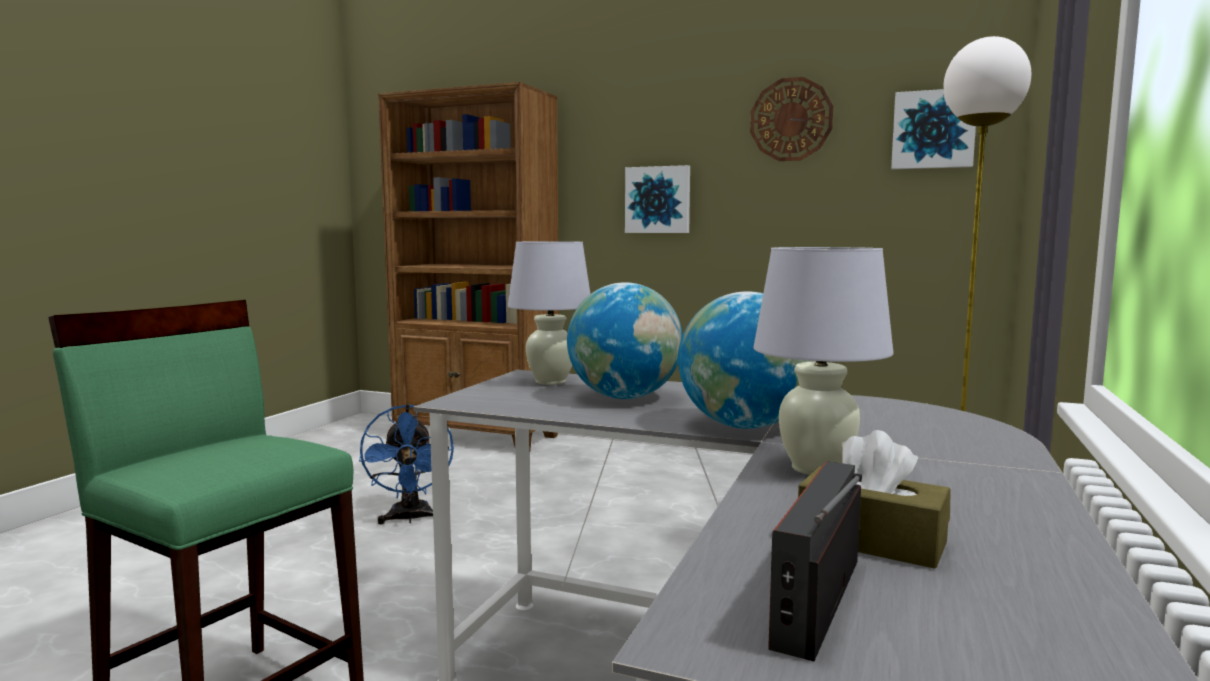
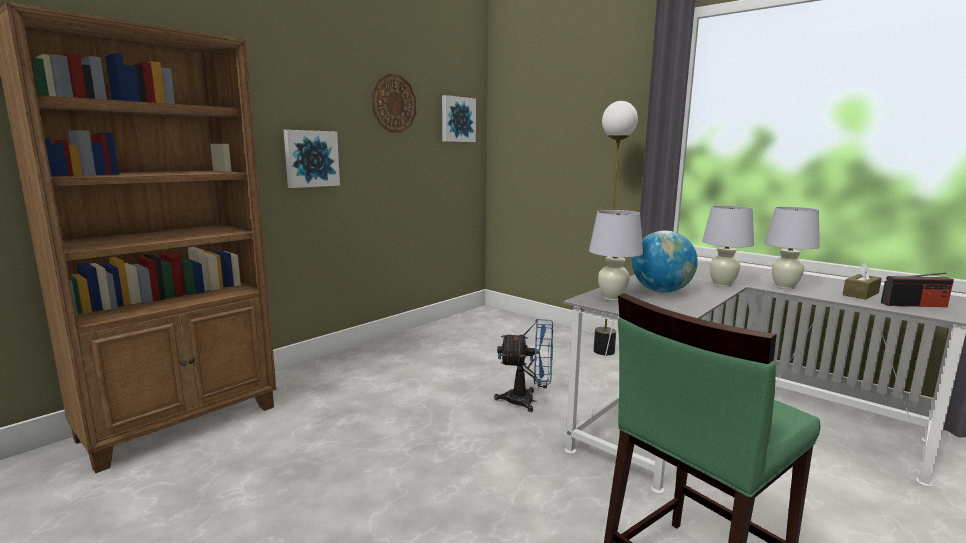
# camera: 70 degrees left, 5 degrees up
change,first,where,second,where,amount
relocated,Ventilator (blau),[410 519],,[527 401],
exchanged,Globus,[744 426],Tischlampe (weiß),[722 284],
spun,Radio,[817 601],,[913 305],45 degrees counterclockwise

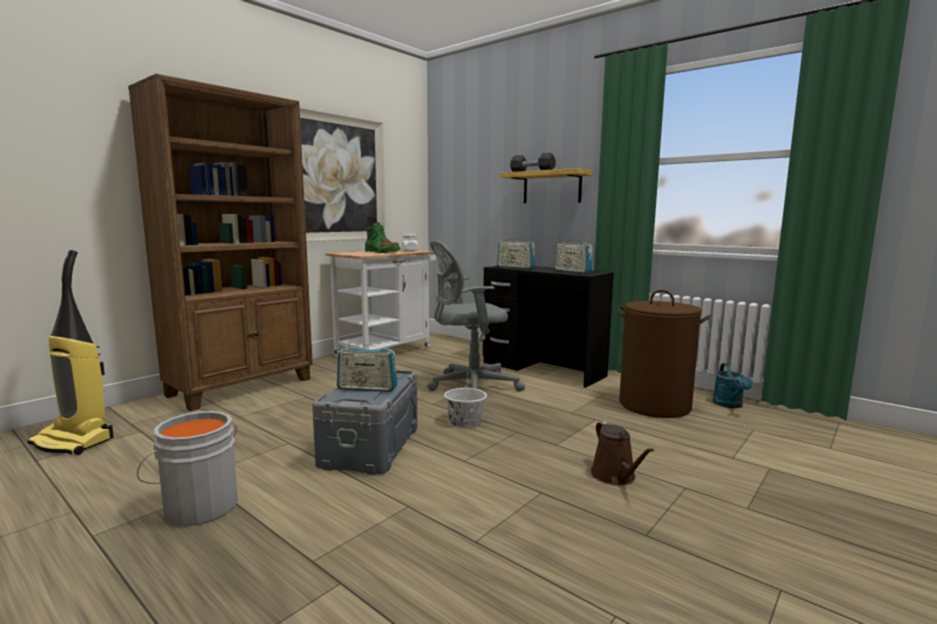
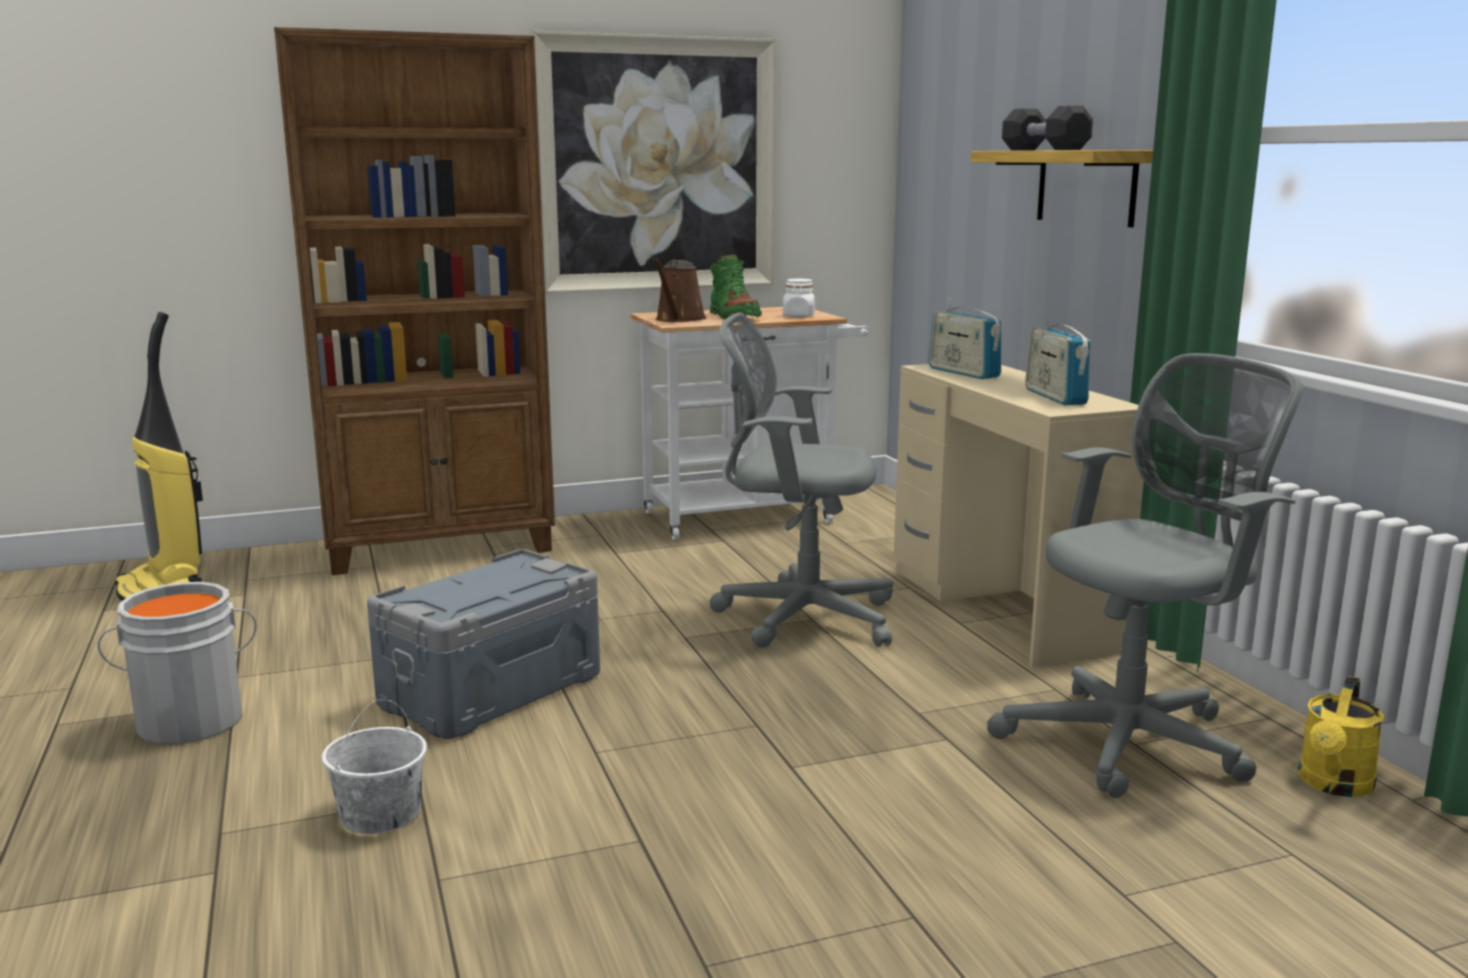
# camera: 30 degrees right, 5 degrees up
change,first,where,second,where,amount
missing,Radio,[367 388],,,
relocated,Eimer (weiß),[465 421],,[381 813],
relocated,Gießkanne (braun),[615 477],,[678 319],
exchanged,Wäschekorb (braun),[655 405],Bürostuhl (grau),[1133 740],
colour,Schreibtisch (schwarz),[543 369],Schreibtisch (beige),[1001 608],
colour,Gießkanne (türkis),[730 405],Gießkanne (gelb),[1333 785],

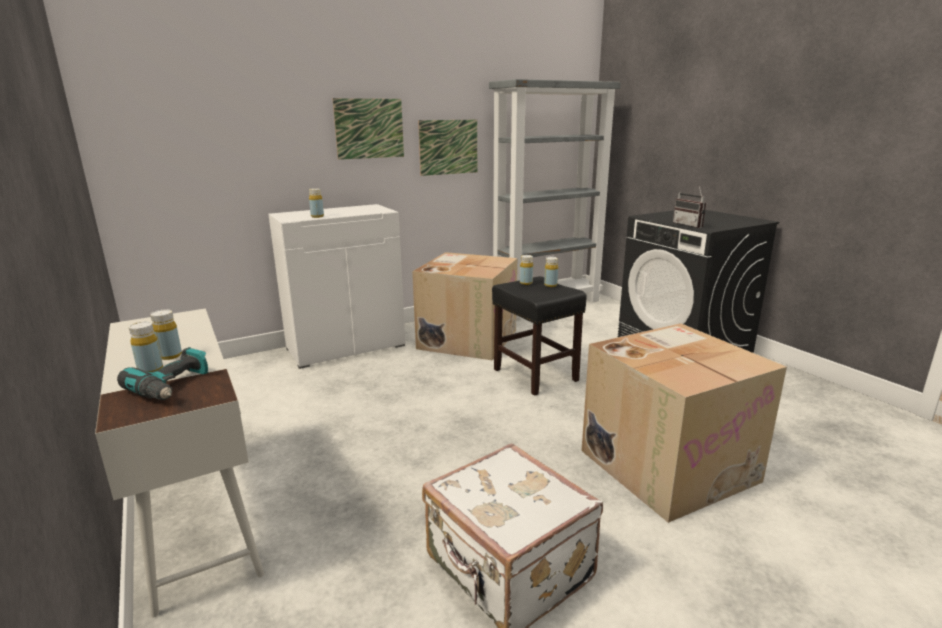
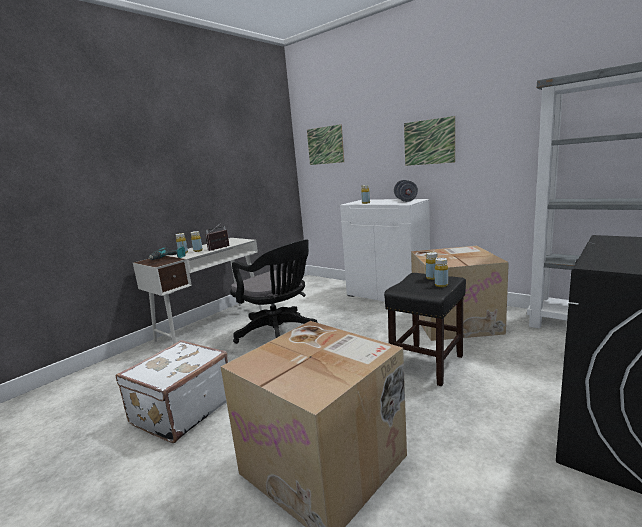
# camera: 70 degrees right, 5 degrees down
change,first,where,second,where,amount
appeared,,,Bürostuhl (schwarz),[279 334],
appeared,,,Hantel (grau),[405 200],
relocated,Bild,[448 147],,[325 145],
relocated,Radio,[690 225],,[220 249],

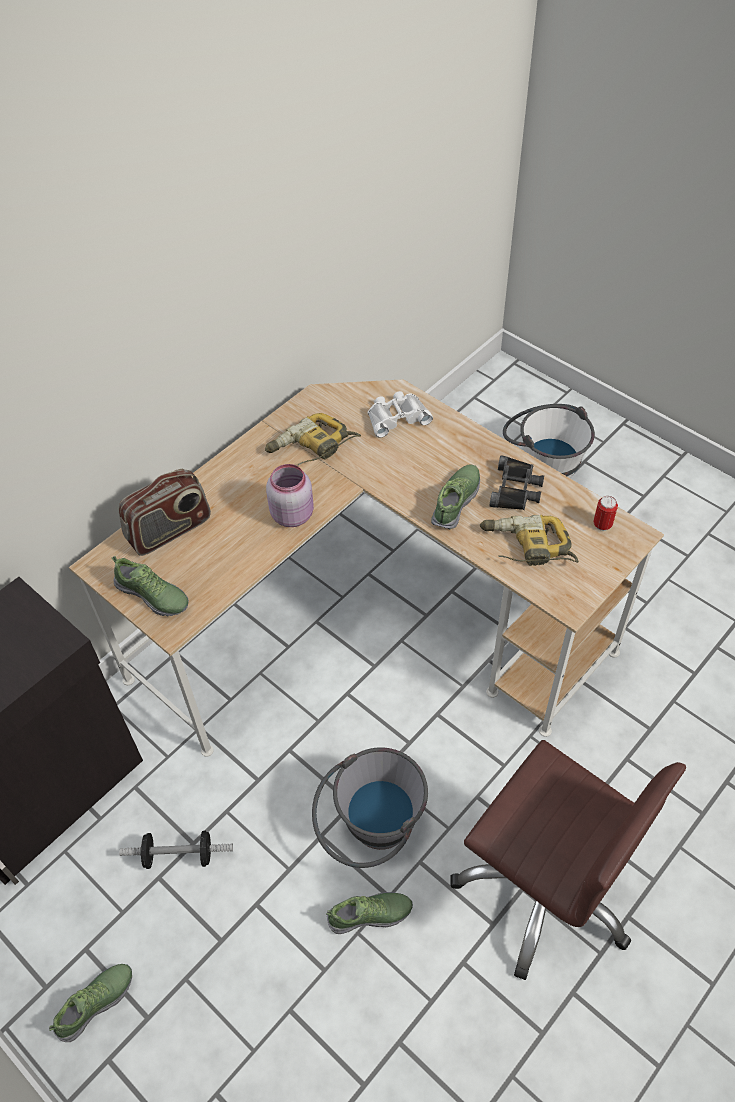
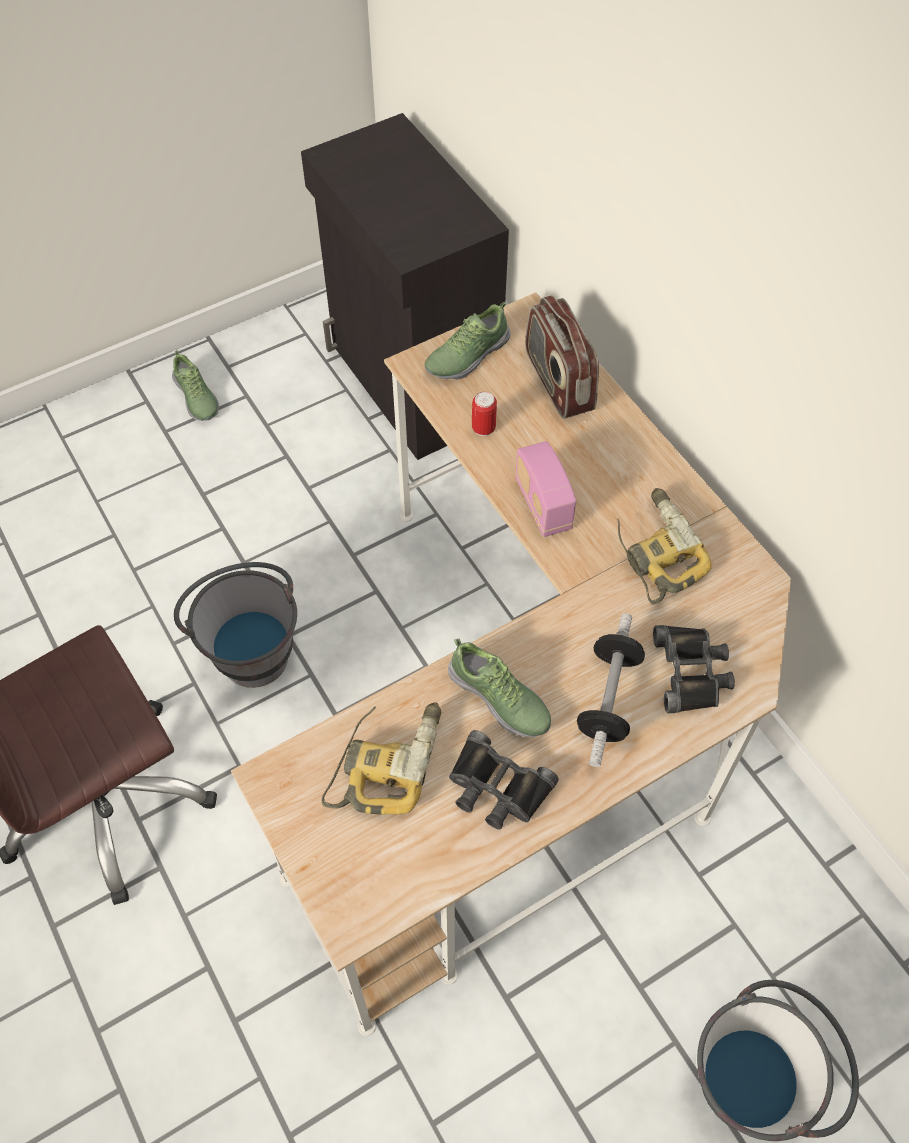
# camera: 105 degrees right, 5 degrees up
change,first,where,second,where,amount
missing,Schuh,[370 915],,,
relocated,Hantel,[179 855],,[608 699],
relocated,Dose,[602 525],,[483 428],
exchanged,Vorratsglas (rosa),[292 514],Radio,[542 505],
colour,Fernglas (weiß),[397 417],Fernglas (schwarz),[691 672],

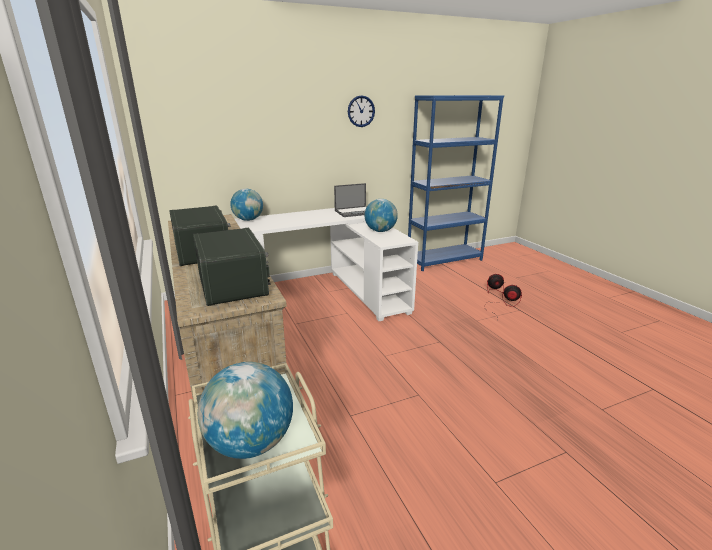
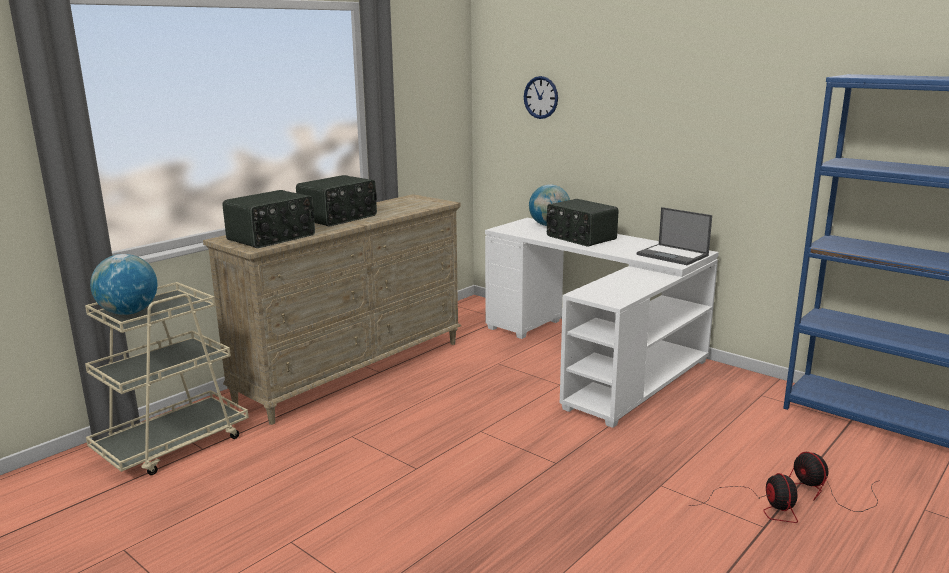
# camera: 65 degrees right, 5 degrees down
change,first,where,second,where,amount
missing,Globus,[380 231],,,
appeared,,,Radio,[580 238],
relocated,Wanduhr,[361 111],,[541 97],

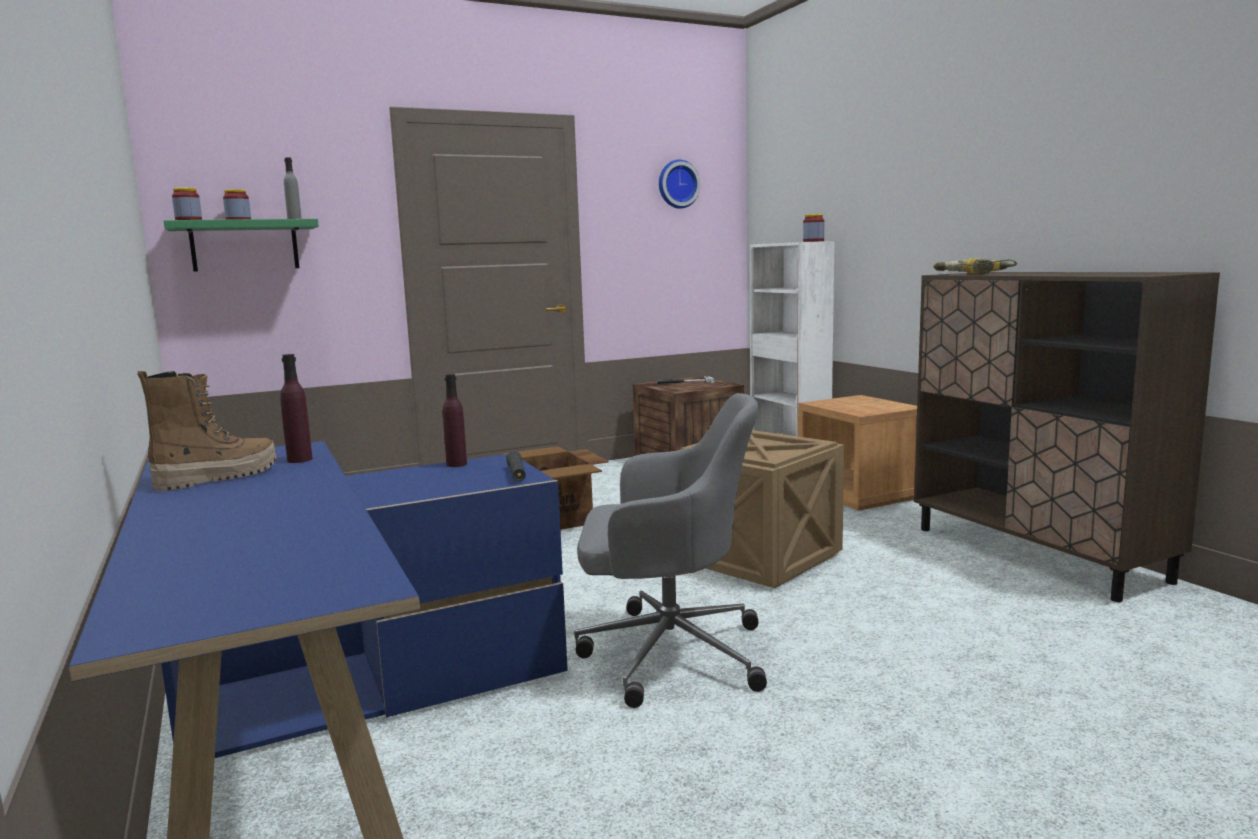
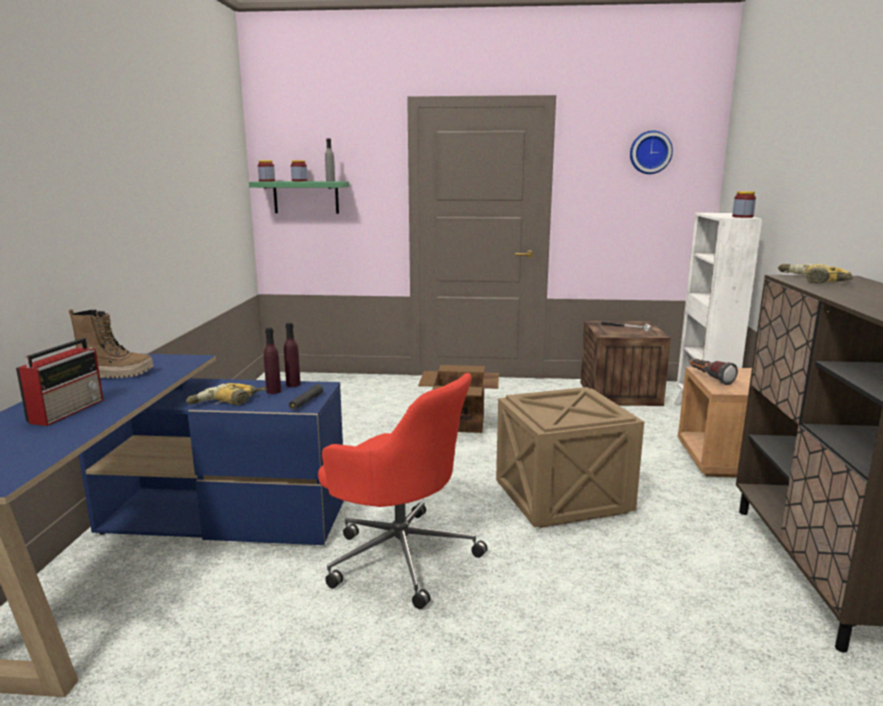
# camera: 30 degrees right, 5 degrees up
change,first,where,second,where,amount
appeared,,,Radio,[68 410],
appeared,,,Bohrmaschine,[227 402],
appeared,,,Taschenlampe,[709 379],
relocated,Flasche (lila),[299 460],,[273 391],
colour,Bürostuhl (grau),[667 653],Bürostuhl (rot),[400 555],

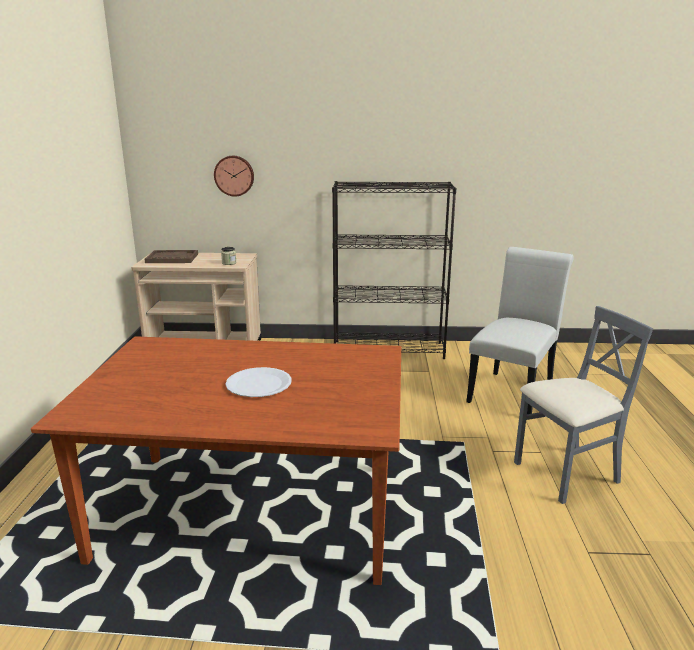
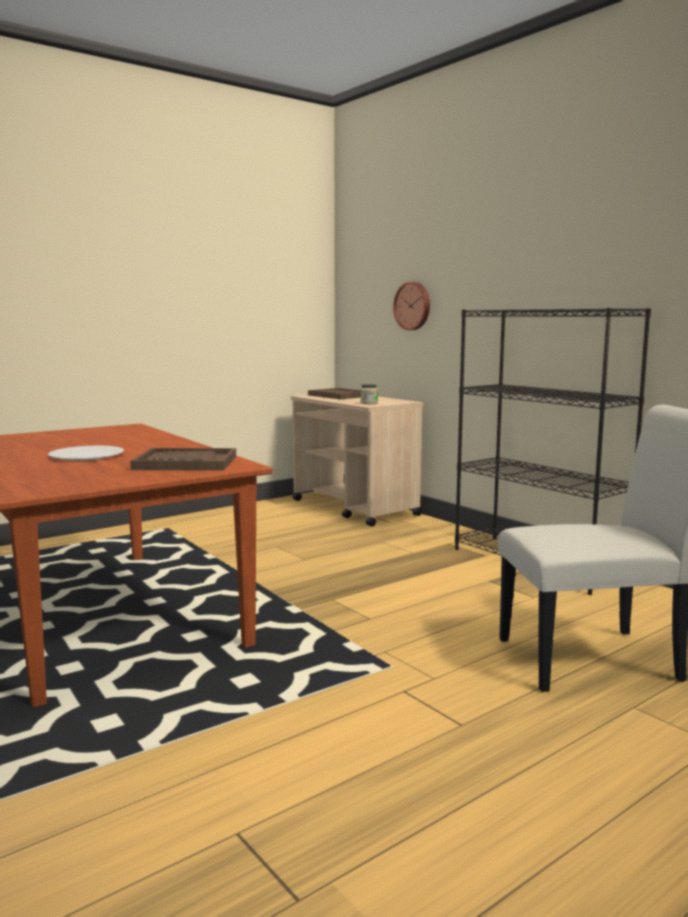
# camera: 50 degrees right, 10 degrees down
change,first,where,second,where,amount
missing,Stuhl (grau),[566 474],,,
appeared,,,Tablett (braun),[185 463],

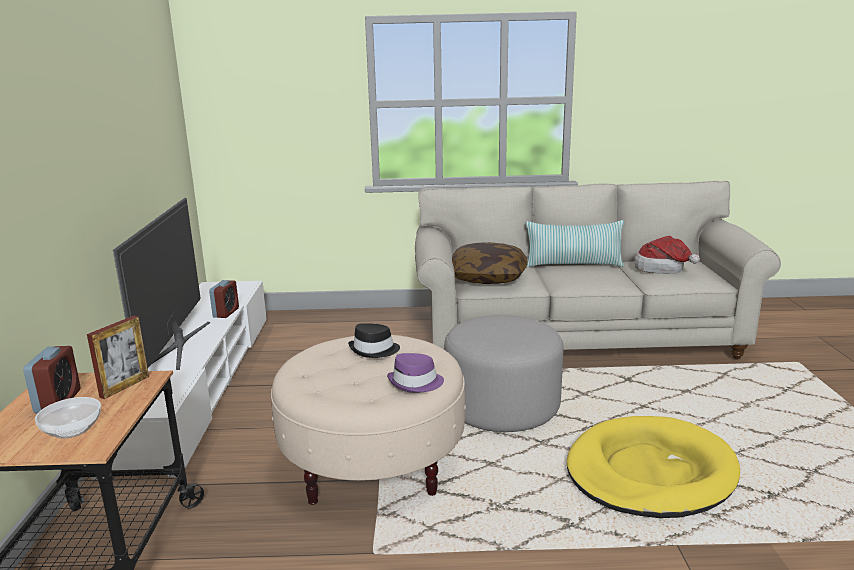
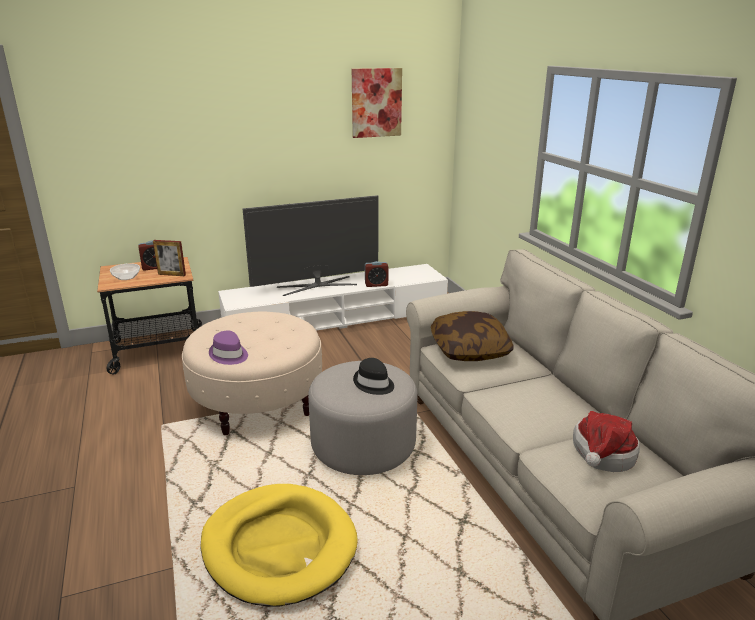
# camera: 70 degrees right, 5 degrees up
change,first,where,second,where,amount
missing,Kissen,[573 265],,,
appeared,,,Bild,[376 103],
relocated,Hut (schwarz),[374 350],,[373 384],

